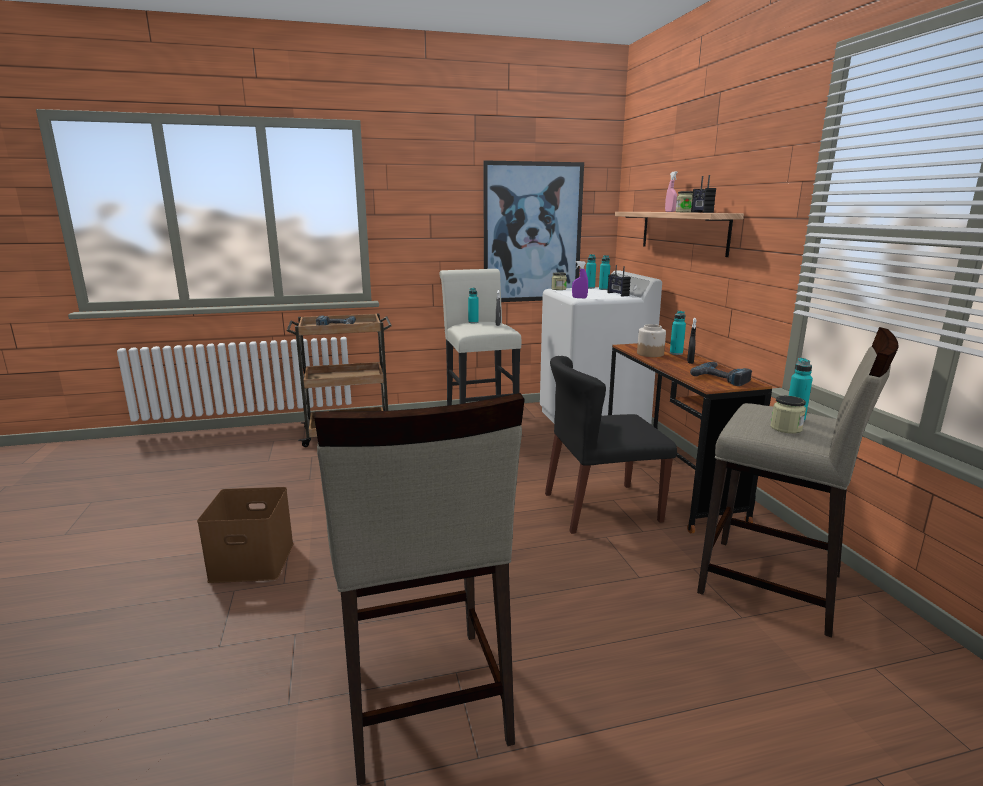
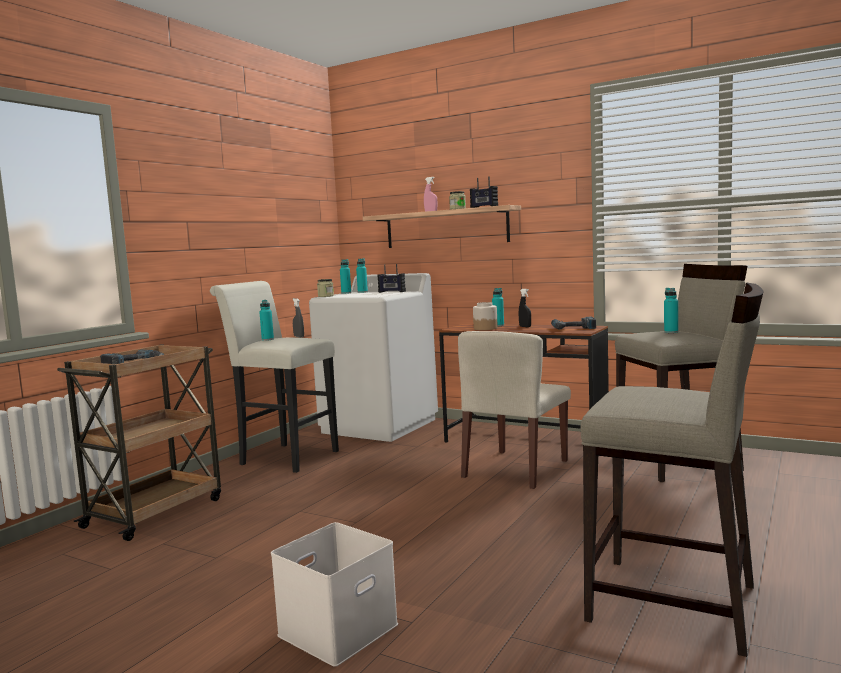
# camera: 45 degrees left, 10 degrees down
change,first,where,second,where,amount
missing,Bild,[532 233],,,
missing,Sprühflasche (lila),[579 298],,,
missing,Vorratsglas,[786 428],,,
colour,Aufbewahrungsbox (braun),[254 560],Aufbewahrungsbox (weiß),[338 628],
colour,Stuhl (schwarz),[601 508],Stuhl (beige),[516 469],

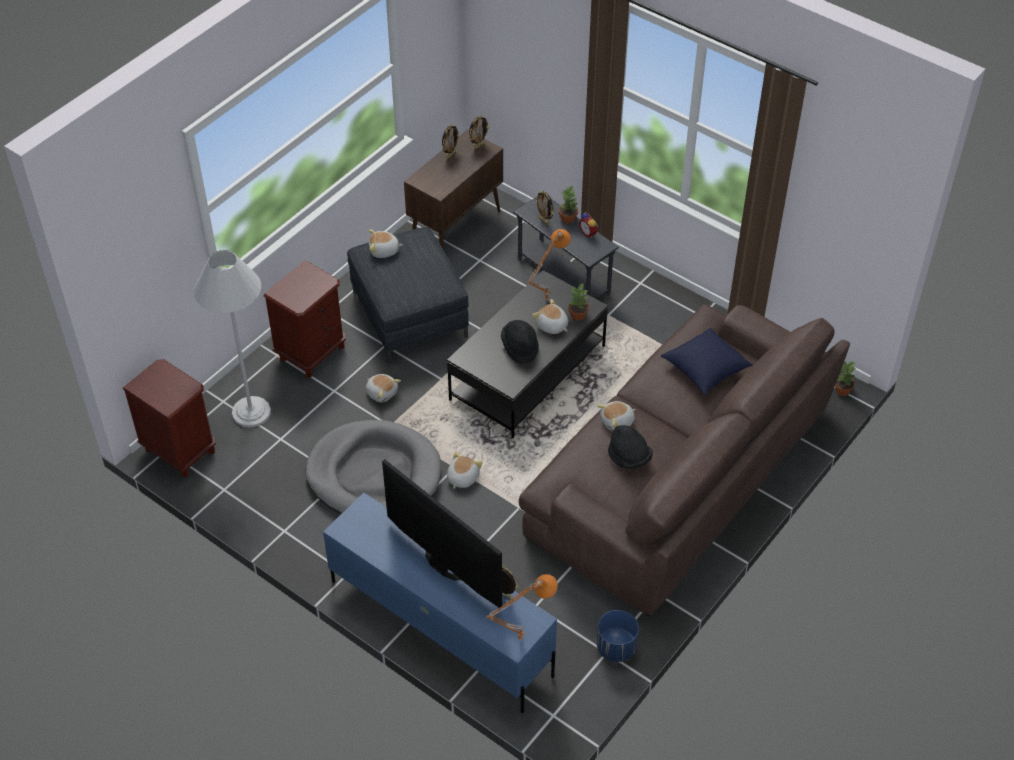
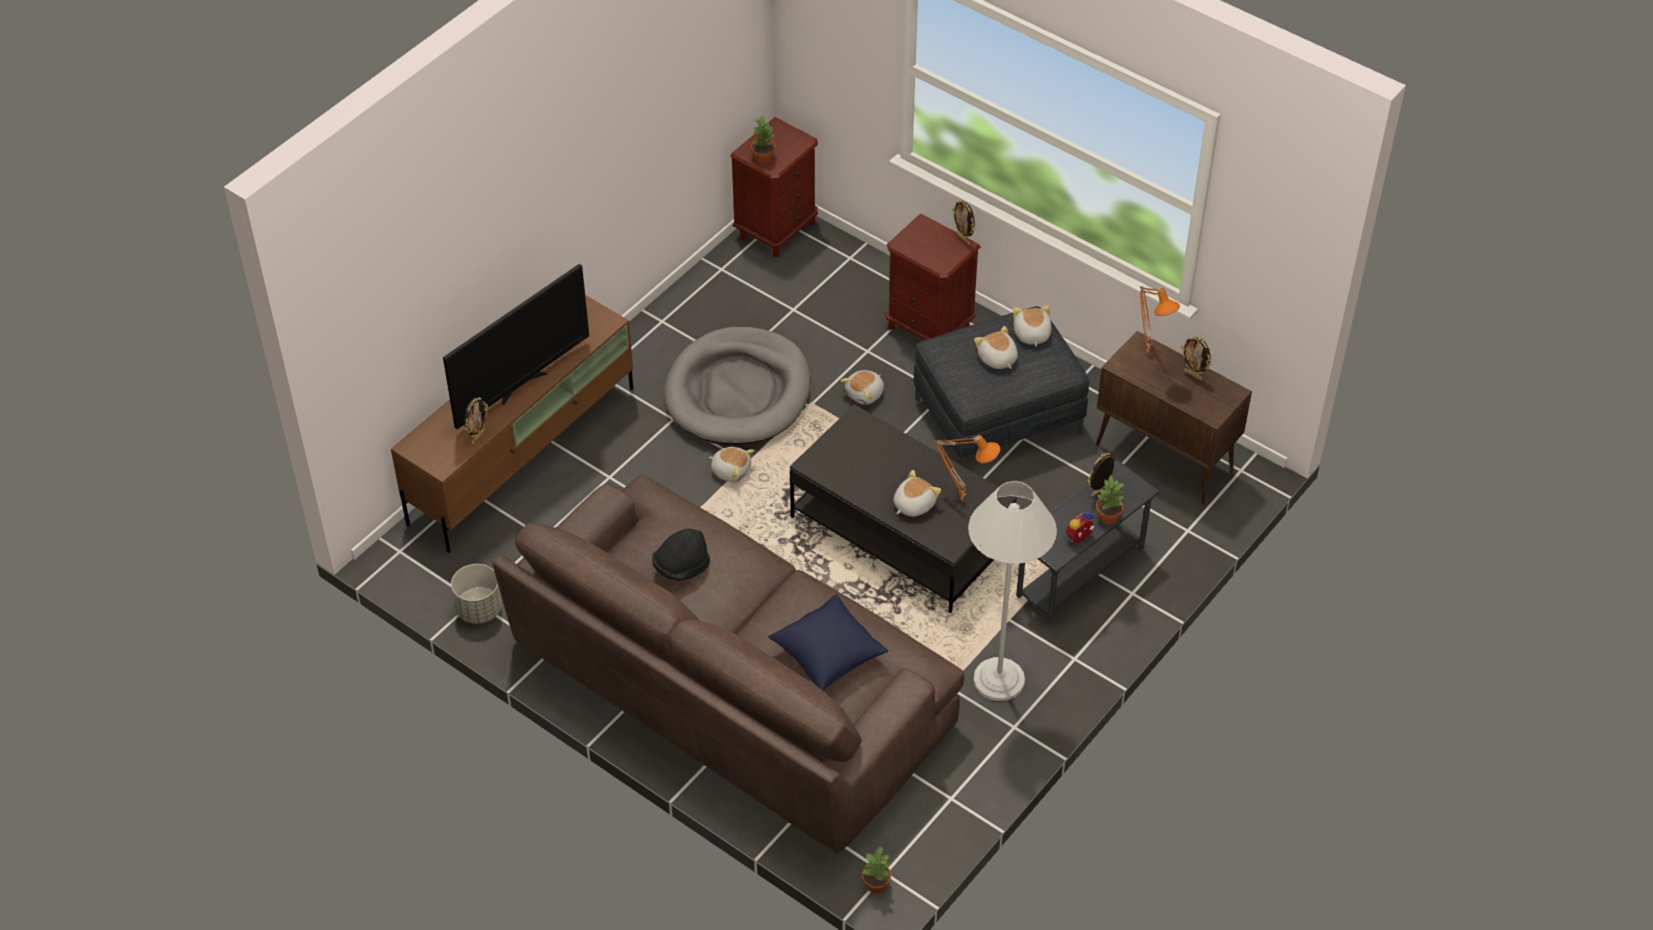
# camera: 90 degrees right, 0 degrees up
change,first,where,second,where,amount
missing,Hut (schwarz),[520 347],,,
relocated,Stehlampe (weiß),[251 412],,[999 680],
relocated,Bilderrahmen,[478 146],,[963 239],
relocated,Tischlampe (orange),[520 637],,[1149 353],
relocated,Topfpflanze,[577 315],,[763 157],
relocated,Plüschtier,[617 422],,[997 359],
colour,Fernsehschrank (blau),[439 626],Fernsehschrank (braun),[524 454],
colour,Pflanzkübel (blau),[616 648],Pflanzkübel (grau),[478 609],

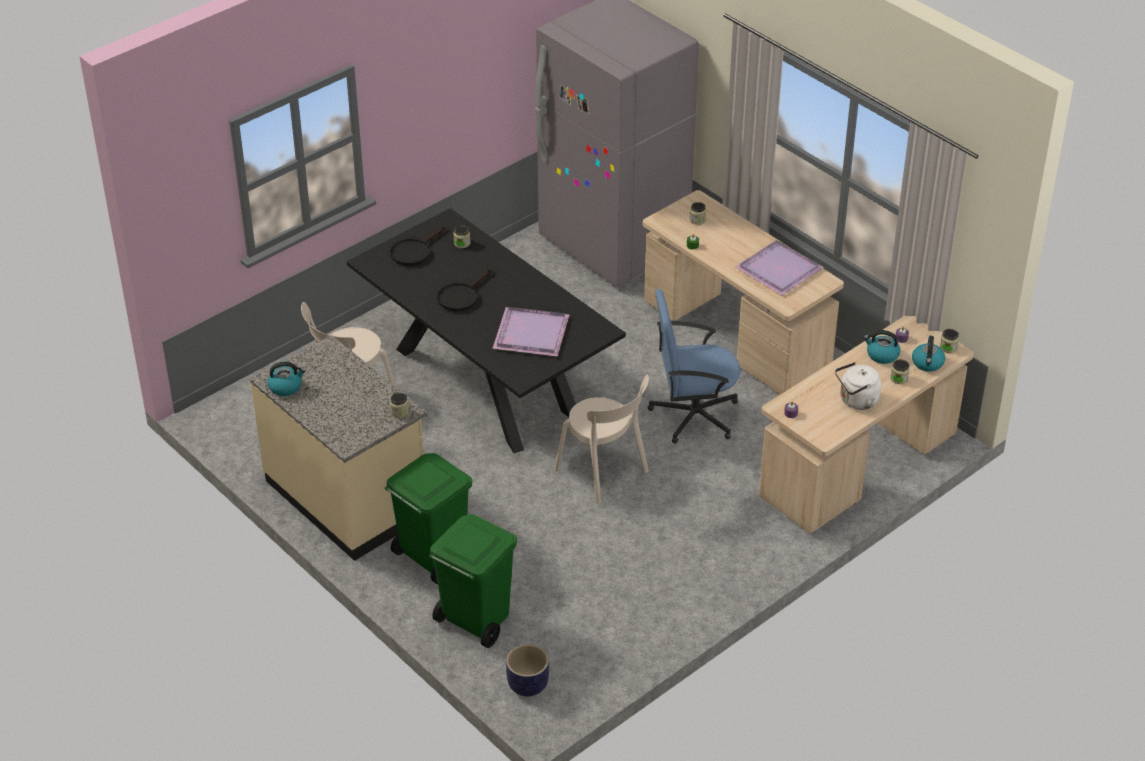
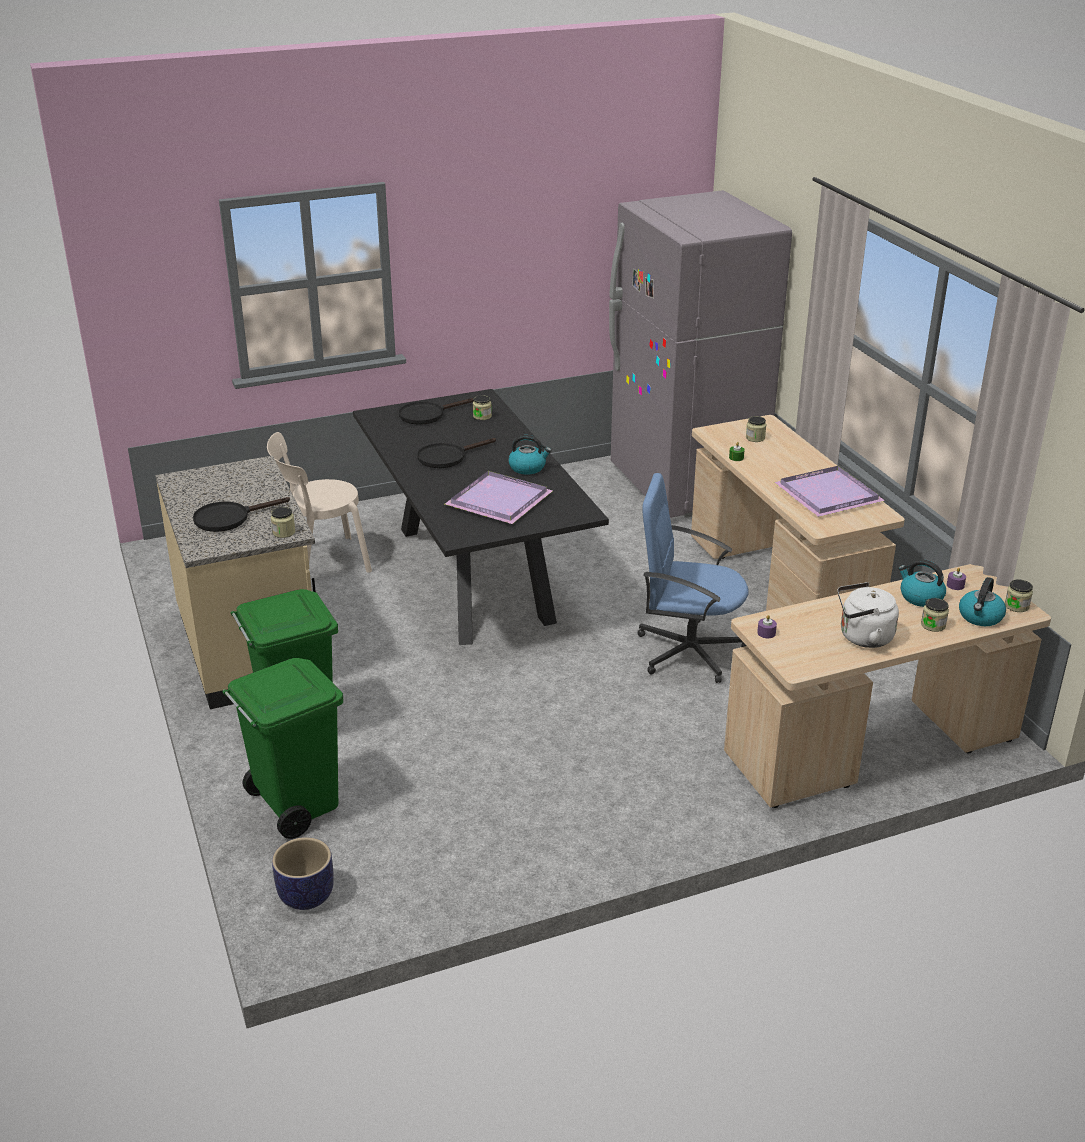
# camera: 20 degrees right, 10 degrees down
change,first,where,second,where,amount
missing,Stuhl (beige),[604 473],,,
appeared,,,Pfanne (schwarz),[229 518],
relocated,Wasserkessel,[286 387],,[528 467],

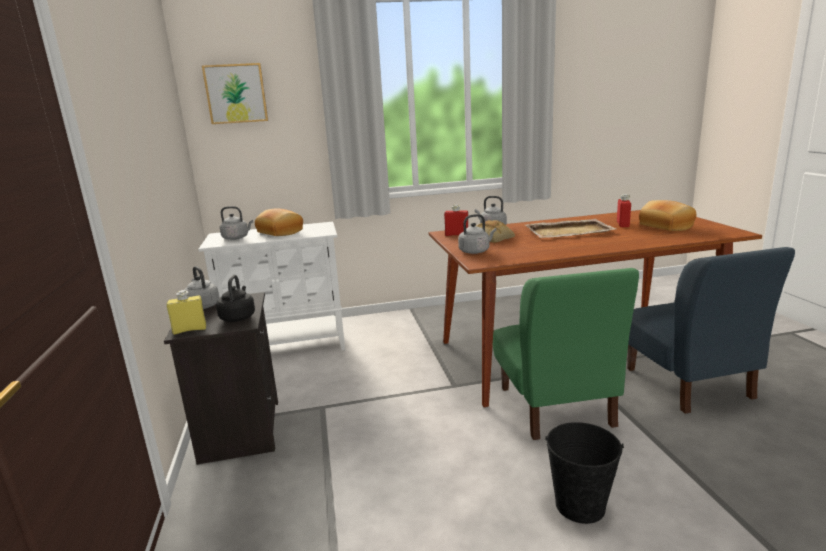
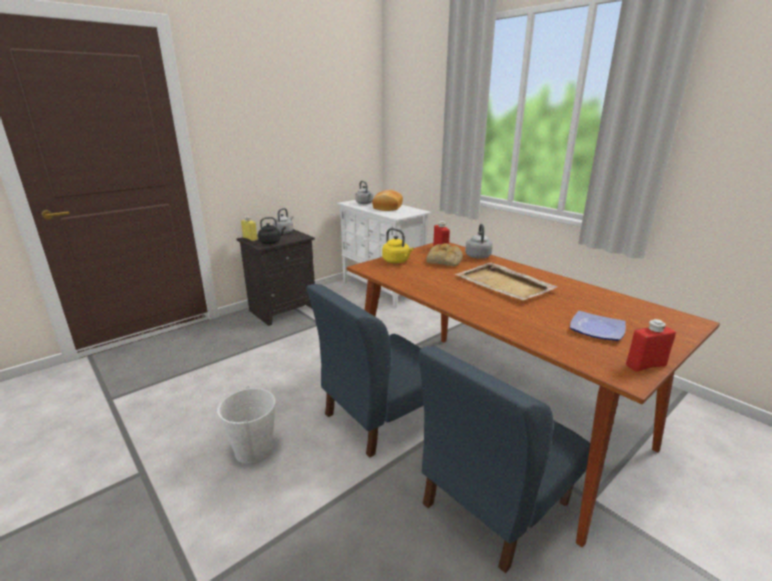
# camera: 60 degrees right, 5 degrees up
change,first,where,second,where,amount
missing,Bild,[236 94],,,
relocated,Flasche (rot),[622 224],,[645 365],
exchanged,Brot,[665 226],Teller,[596 329],
colour,Wasserkessel (grau),[475 251],Wasserkessel (gelb),[397 261],
colour,Stuhl (grün),[555 406],Stuhl (blau),[380 416],
colour,Eimer (schwarz),[580 505],Eimer (weiß),[254 450],

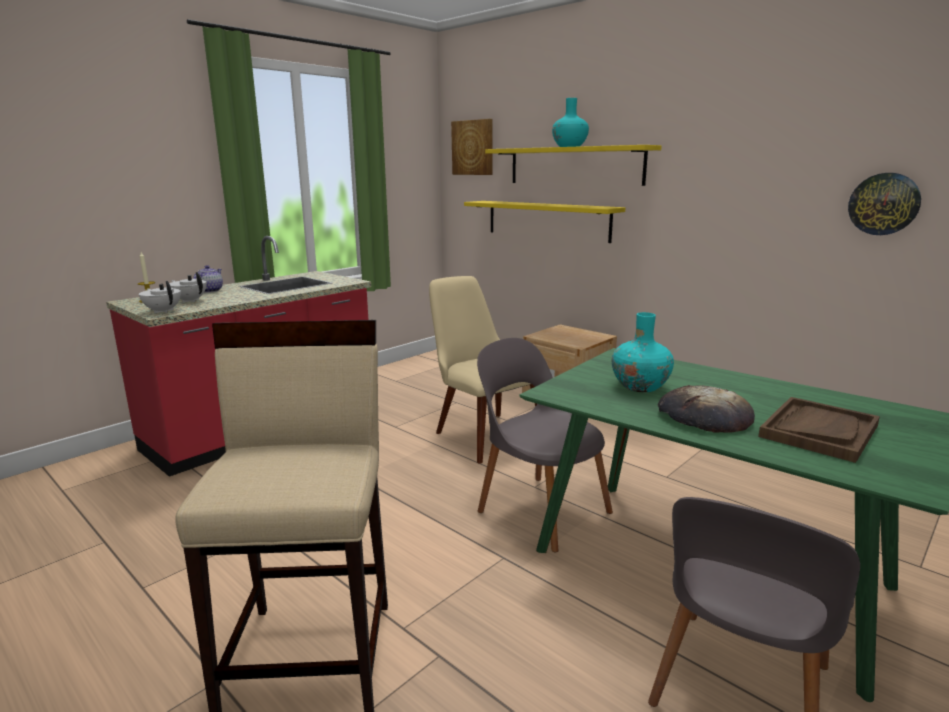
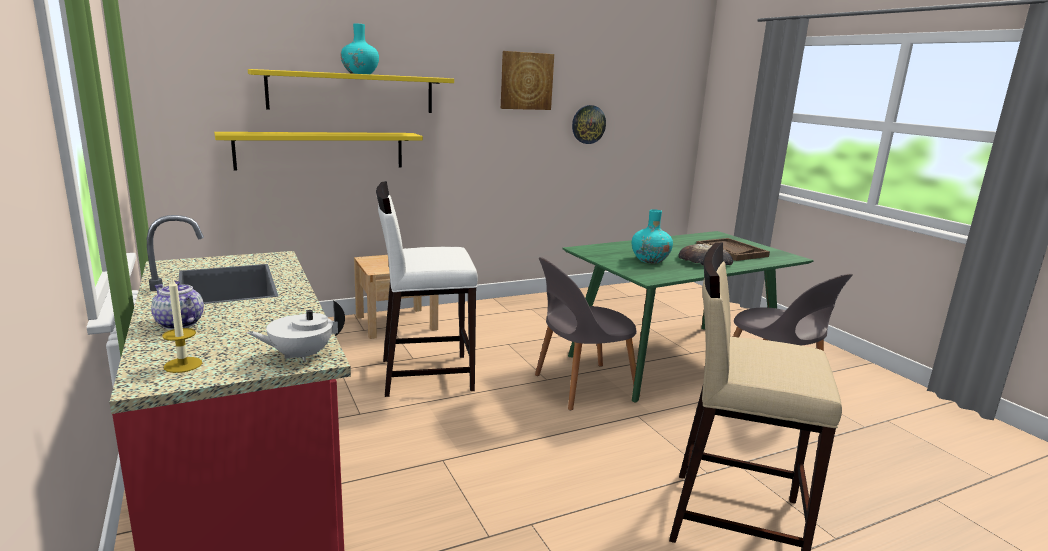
# camera: 70 degrees left, 0 degrees up
change,first,where,second,where,amount
missing,Teekanne (weiß),[190 300],,,
relocated,Bild,[473 147],,[526 81],
exchanged,Stuhl (beige),[481 431],Hocker (weiß),[425 374],

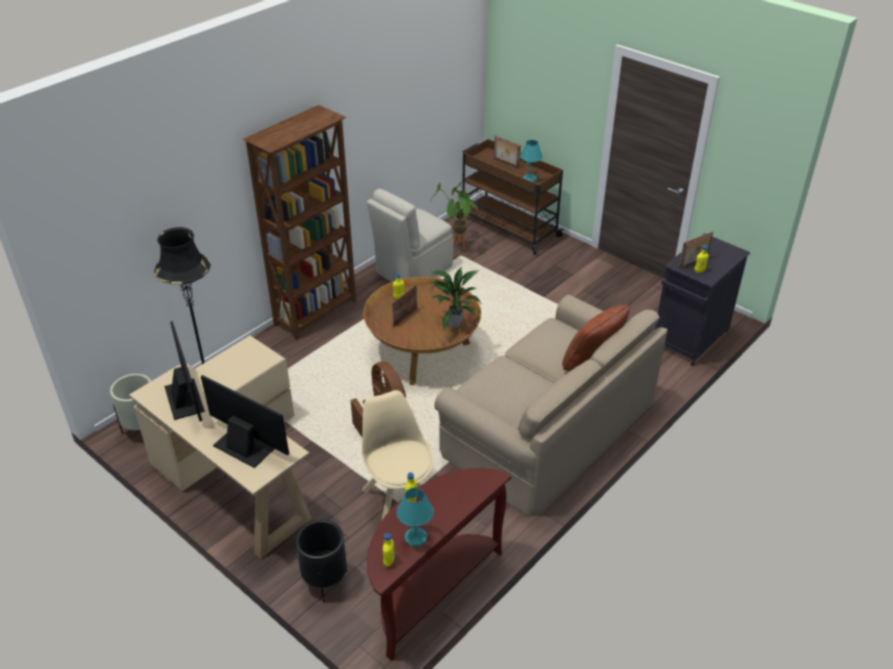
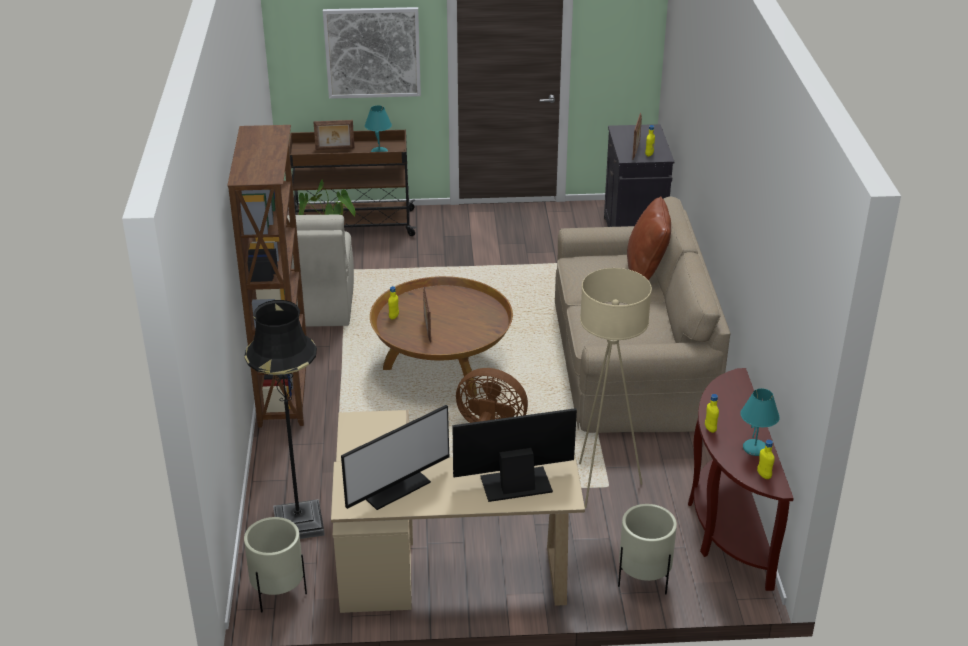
# camera: 45 degrees left, 5 degrees down
change,first,where,second,where,amount
missing,Topfpflanze,[454 324],,,
appeared,,,Bild,[372 52],
exchanged,Stuhl (beige),[398 499],Stehlampe (beige),[603 485],
colour,Pflanzkübel (schwarz),[325 581],Pflanzkübel (beige),[643 580],
spun,Monitor,[185 398],,[394 486],120 degrees clockwise

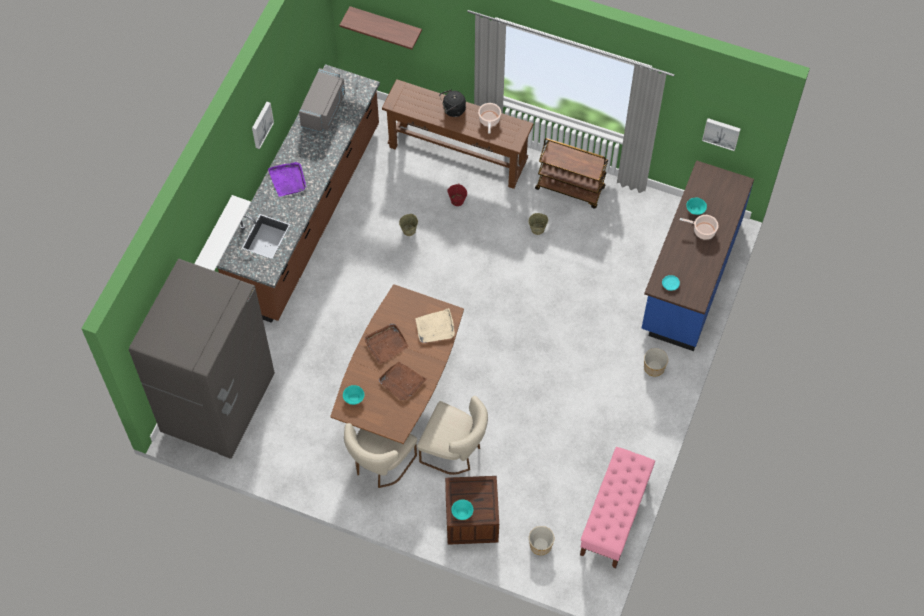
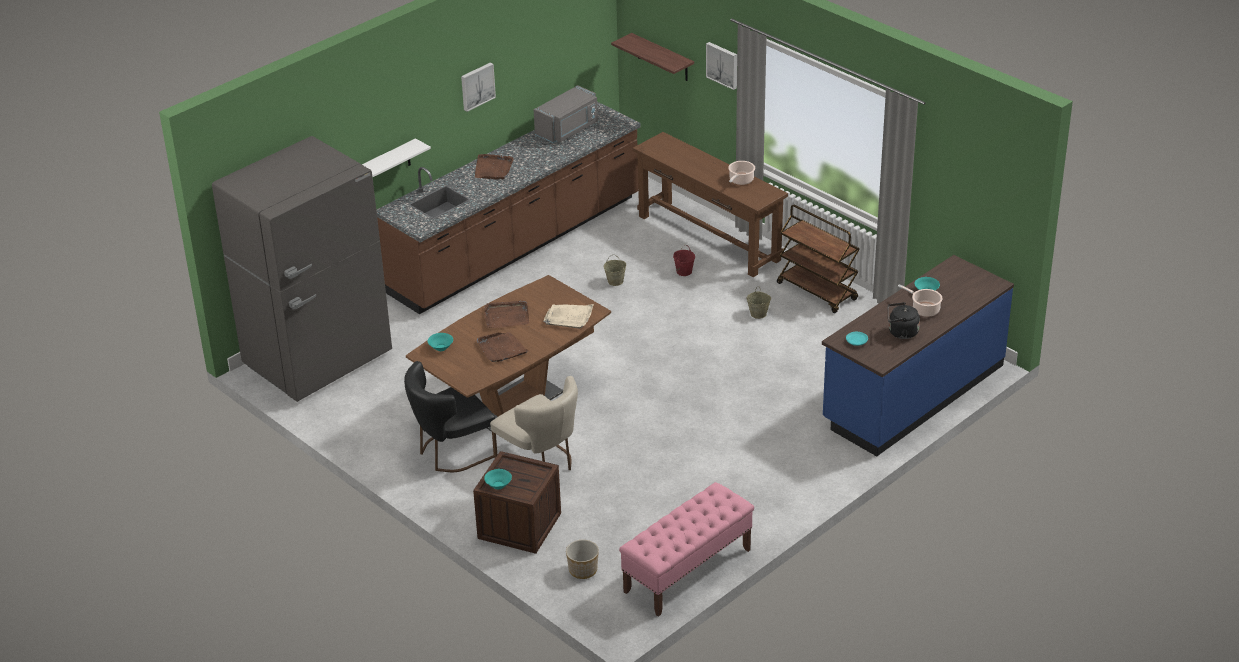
# camera: 25 degrees right, 25 degrees down
change,first,where,second,where,amount
missing,Pflanzkübel,[653 367],,,
relocated,Wasserkessel (schwarz),[452 110],,[901 332],
relocated,Bild,[721 133],,[723 65],
colour,Tablett (lila),[288 180],Tablett (braun),[493 169],
colour,Stuhl (beige),[380 464],Stuhl (schwarz),[451 452],

